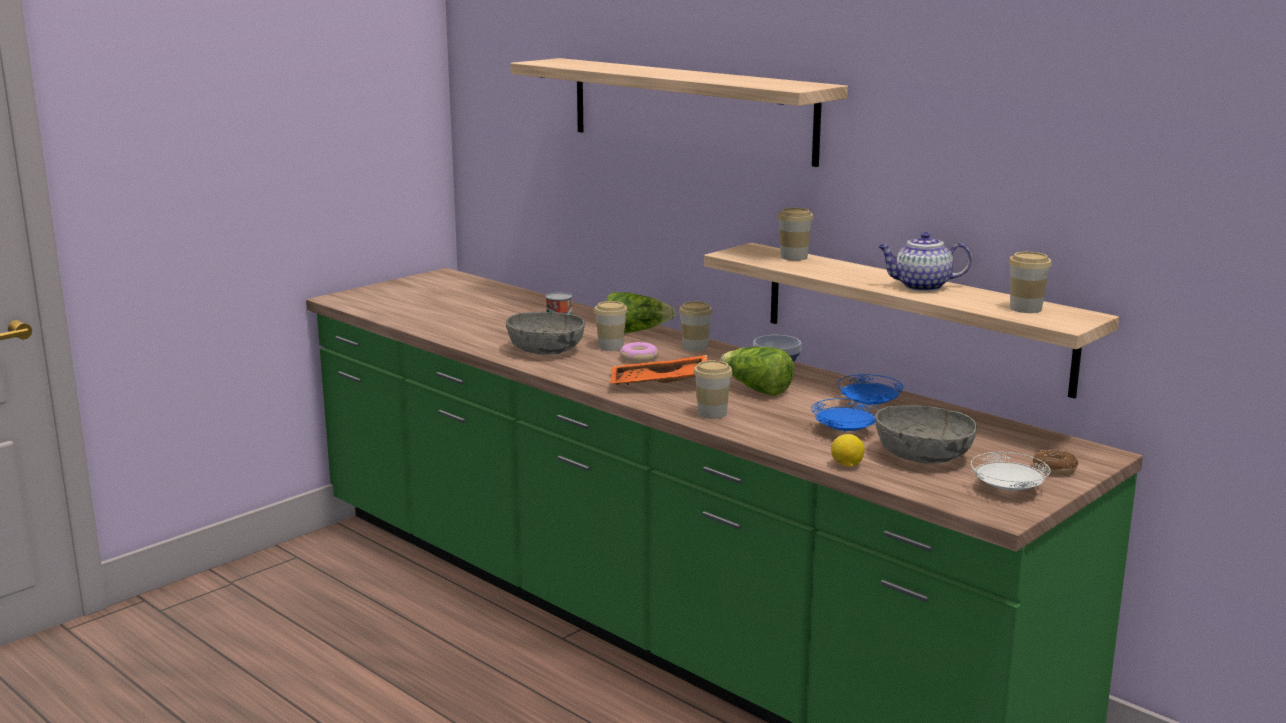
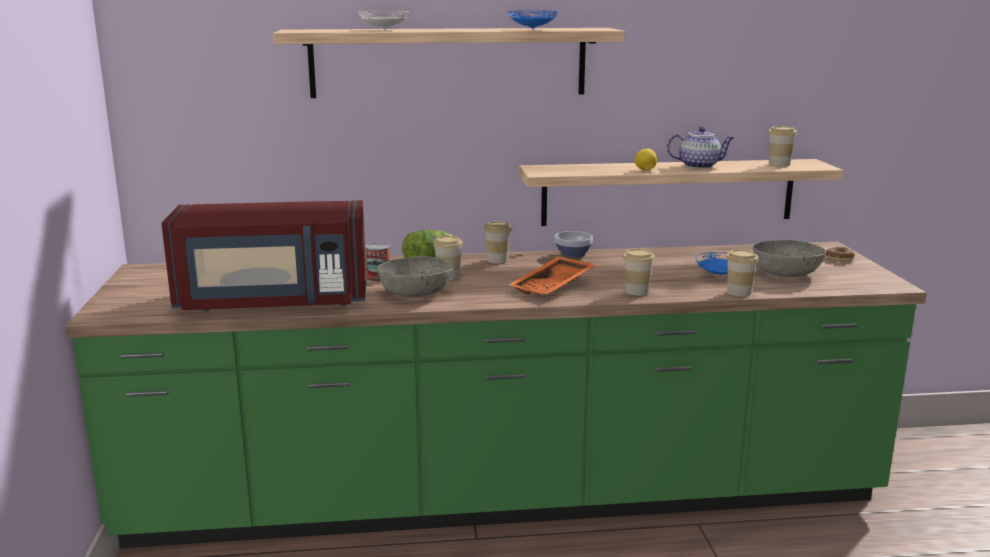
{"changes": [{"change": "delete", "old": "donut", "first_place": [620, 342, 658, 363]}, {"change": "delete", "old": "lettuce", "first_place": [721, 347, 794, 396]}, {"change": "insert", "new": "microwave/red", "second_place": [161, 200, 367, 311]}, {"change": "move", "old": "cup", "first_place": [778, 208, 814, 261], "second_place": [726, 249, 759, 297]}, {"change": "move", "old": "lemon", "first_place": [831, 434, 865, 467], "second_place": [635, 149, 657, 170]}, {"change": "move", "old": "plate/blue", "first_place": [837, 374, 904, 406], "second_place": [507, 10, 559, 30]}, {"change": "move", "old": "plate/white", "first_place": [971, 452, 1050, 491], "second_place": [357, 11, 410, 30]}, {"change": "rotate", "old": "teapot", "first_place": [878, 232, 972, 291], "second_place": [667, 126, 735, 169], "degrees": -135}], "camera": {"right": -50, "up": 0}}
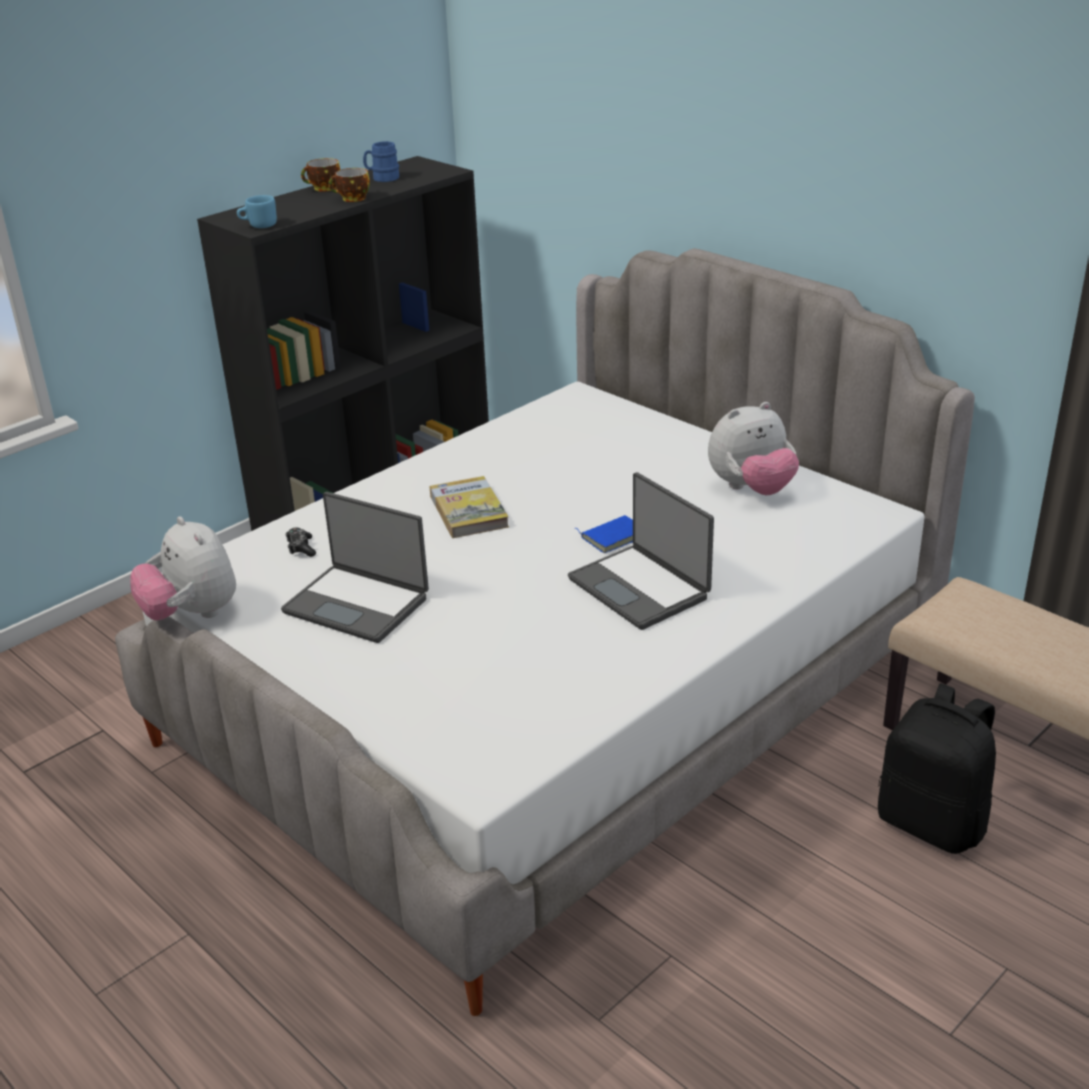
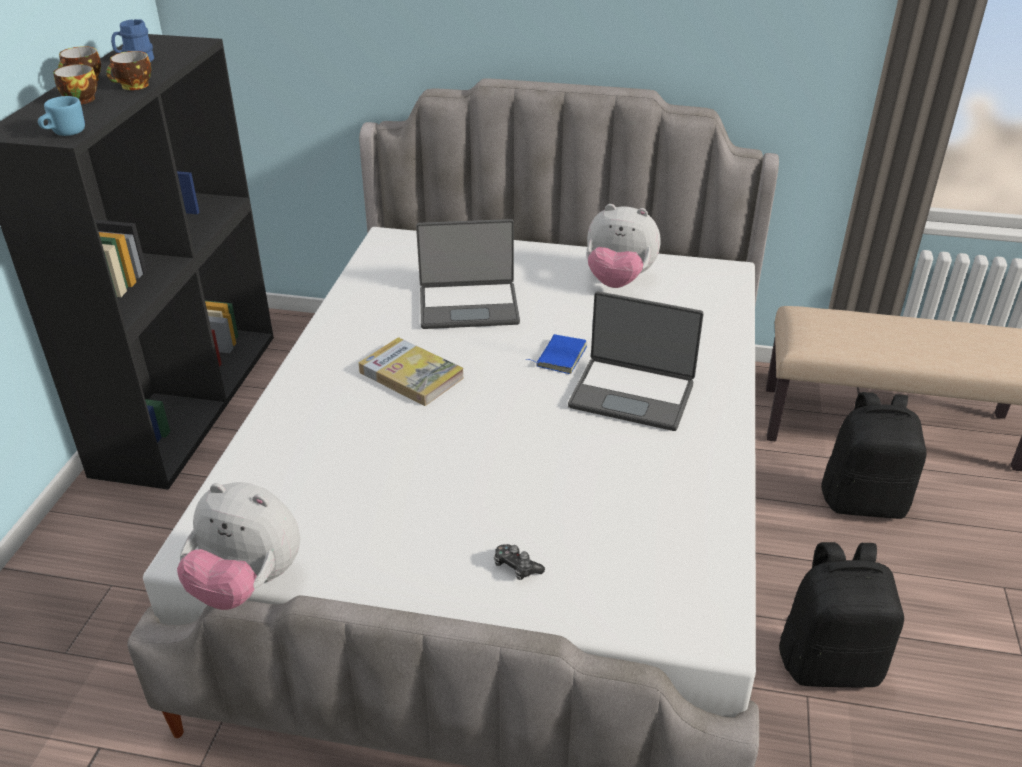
{"changes": [{"change": "insert", "new": "cup", "second_place": [53, 64, 98, 104]}, {"change": "insert", "new": "backpack/black", "second_place": [779, 542, 904, 688]}, {"change": "move", "old": "laptop", "first_place": [281, 492, 429, 643], "second_place": [416, 219, 520, 329]}, {"change": "move", "old": "game controller", "first_place": [285, 528, 316, 557], "second_place": [494, 544, 545, 580]}, {"change": "rotate", "old": "plush toy", "first_place": [708, 402, 799, 495], "second_place": [587, 204, 660, 288], "degrees": 75}], "camera": {"right": -35, "up": 5}}
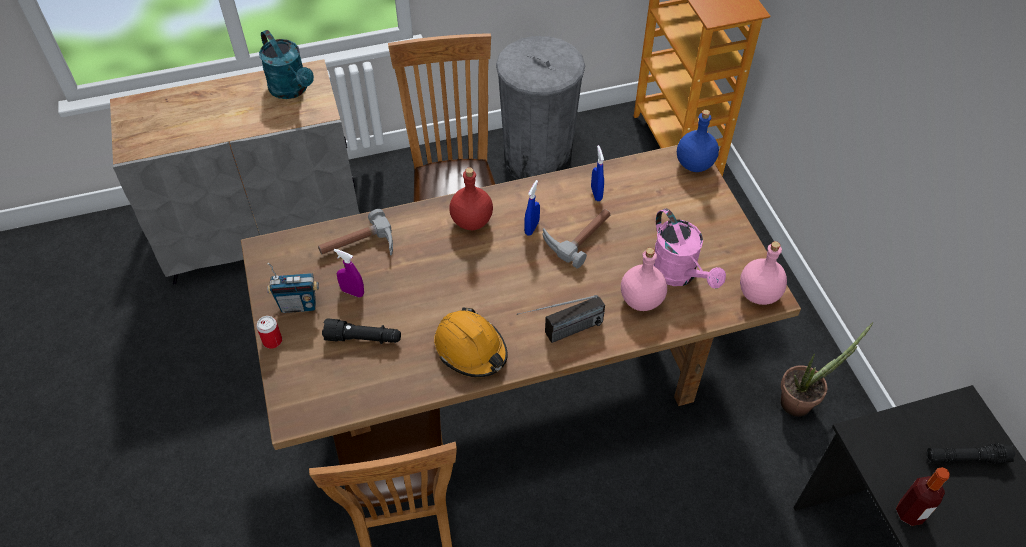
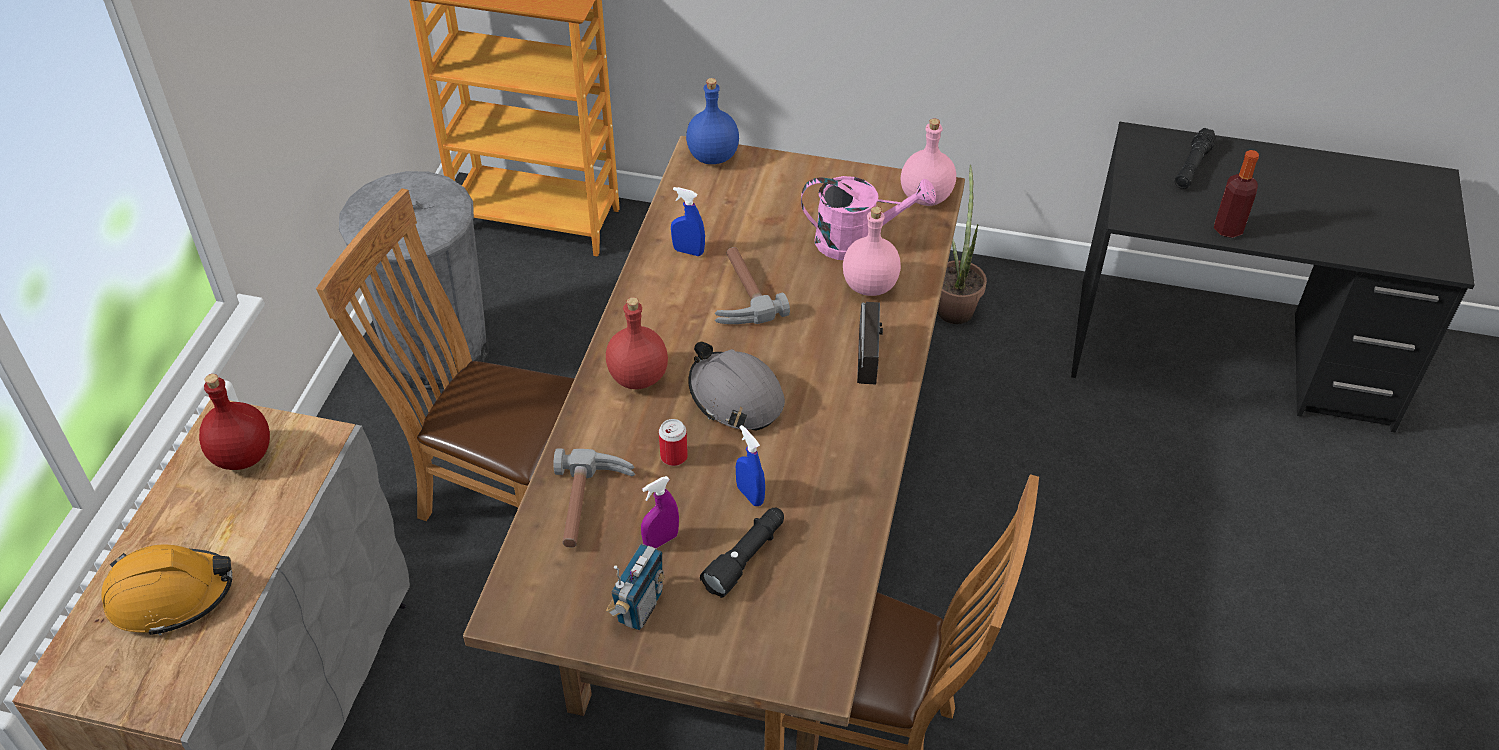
{"changes": [{"change": "insert", "new": "hard hat/grey", "second_place": [688, 341, 785, 431]}, {"change": "move", "old": "can", "first_place": [256, 316, 282, 349], "second_place": [659, 419, 688, 466]}, {"change": "move", "old": "hard hat/orange", "first_place": [434, 307, 508, 377], "second_place": [101, 545, 233, 636]}, {"change": "move", "old": "spray bottle/blue", "first_place": [524, 180, 540, 235], "second_place": [736, 425, 765, 506]}, {"change": "replace", "old": "watering can/turquoise", "new": "bottle/red", "first_place": [259, 30, 314, 99], "second_place": [199, 374, 270, 470]}], "camera": {"right": -60, "up": -5}}
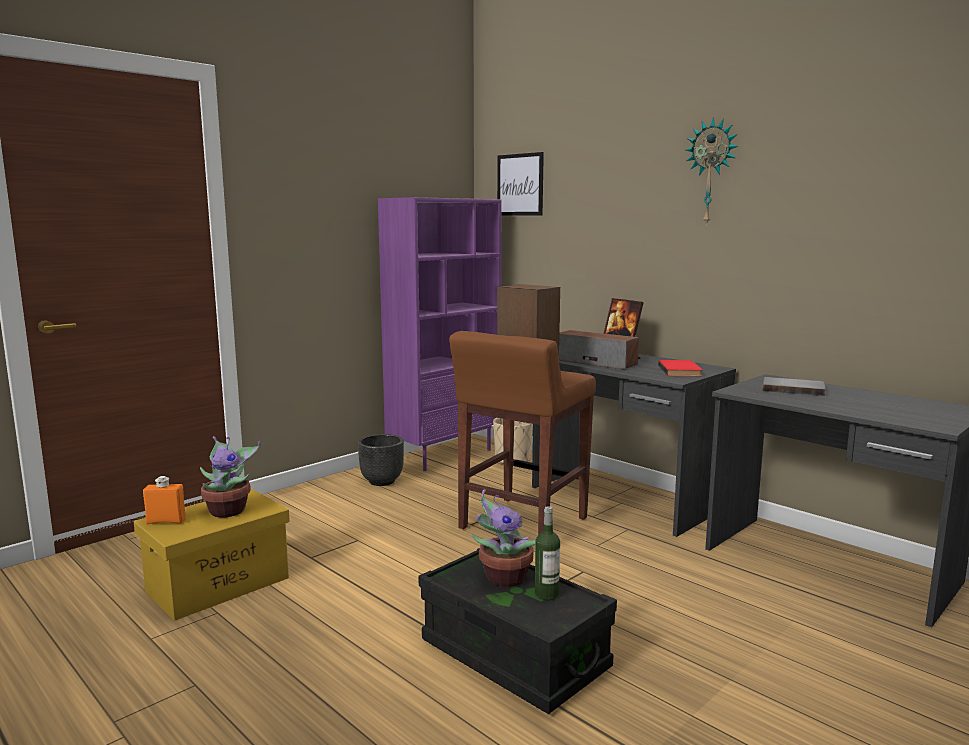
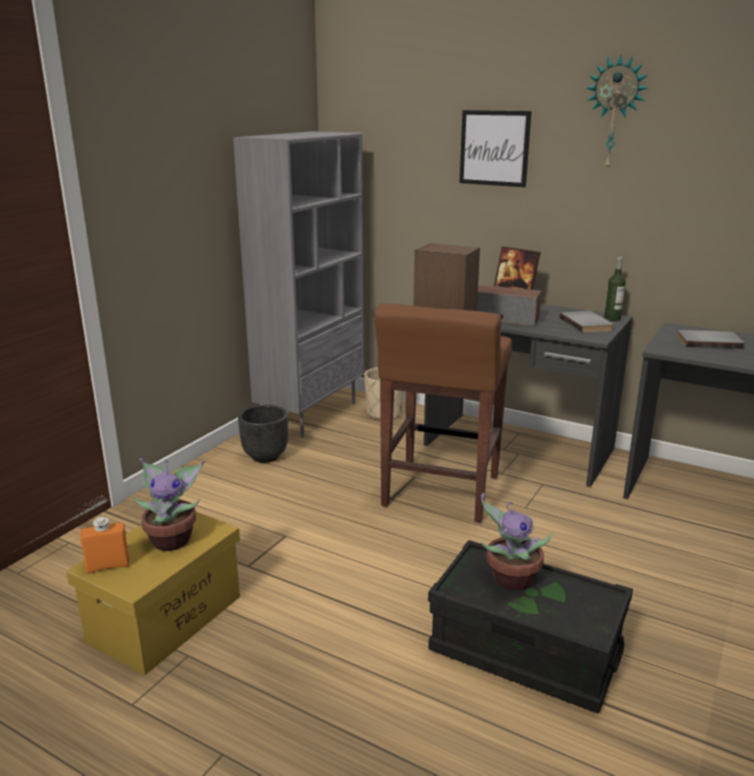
{"changes": [{"change": "move", "old": "picture", "first_place": [497, 152, 544, 215], "second_place": [459, 110, 532, 187]}, {"change": "move", "old": "bottle", "first_place": [535, 506, 560, 600], "second_place": [604, 257, 626, 321]}, {"change": "recolor", "old": "bookcase/purple", "new": "bookcase/grey", "first_place": [378, 197, 502, 471], "second_place": [233, 131, 364, 438]}, {"change": "recolor", "old": "book/red", "new": "book/grey", "first_place": [658, 360, 702, 376], "second_place": [560, 311, 614, 333]}], "camera": {"right": -15, "up": 10}}
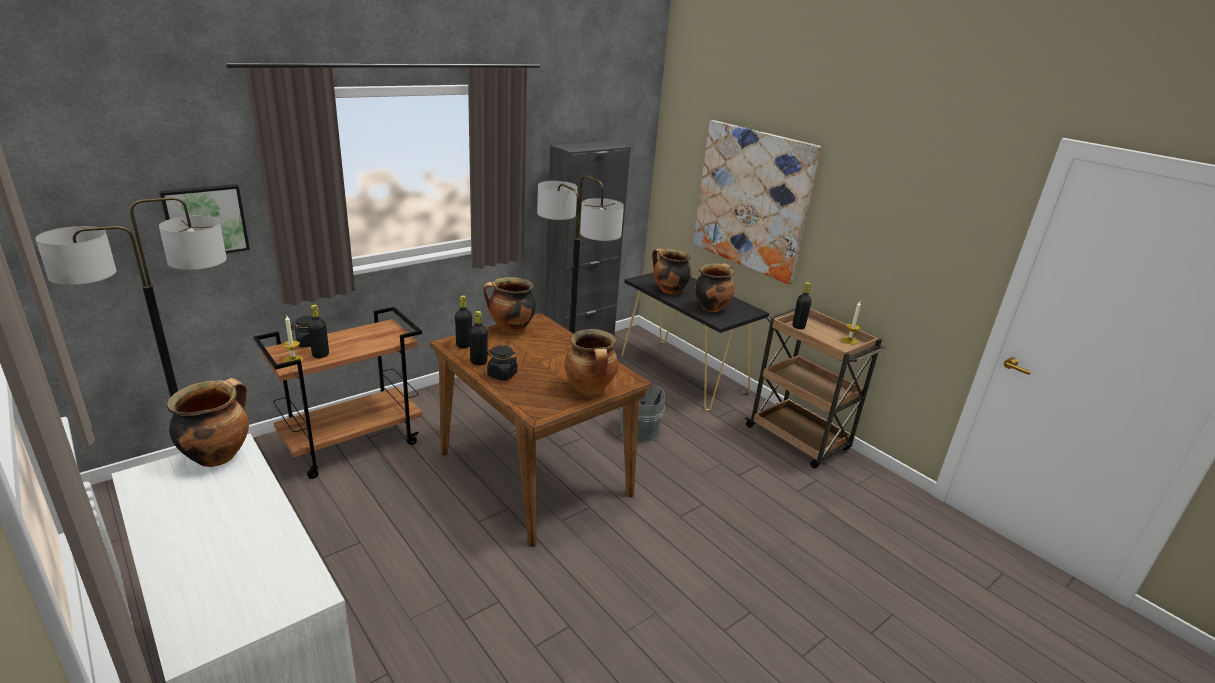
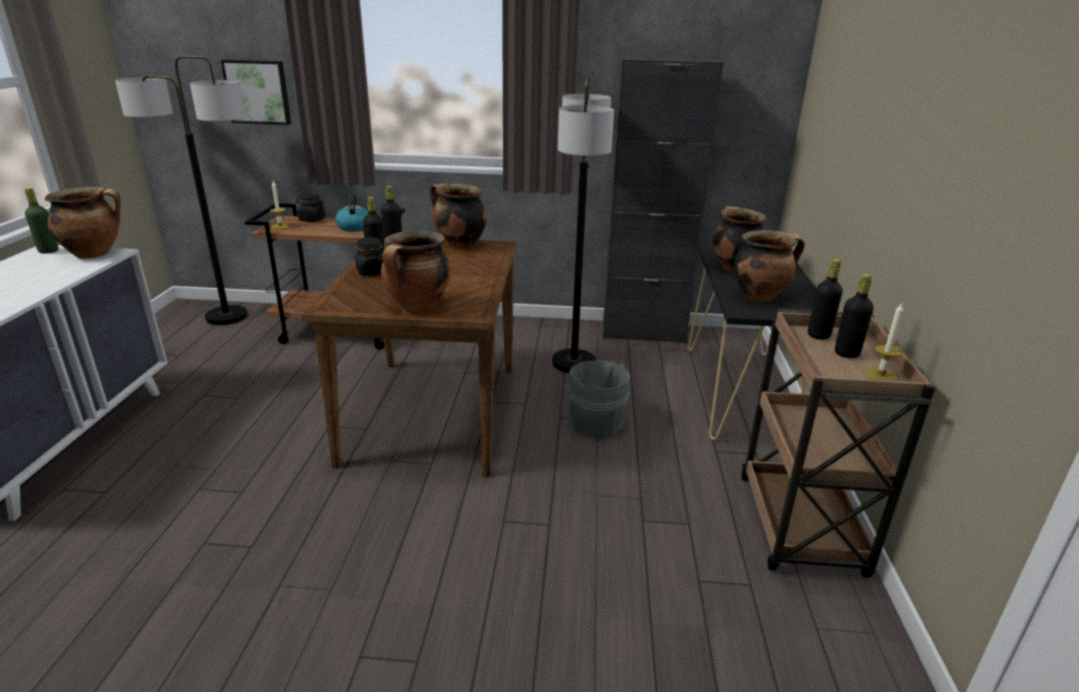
{"changes": [{"change": "delete", "old": "picture", "first_place": [693, 120, 821, 284]}, {"change": "insert", "new": "bottle/green", "second_place": [25, 188, 59, 254]}, {"change": "insert", "new": "kettle", "second_place": [335, 193, 368, 231]}, {"change": "move", "old": "bottle/black", "first_place": [307, 304, 329, 358], "second_place": [835, 274, 874, 358]}], "camera": {"right": 45, "up": 0}}
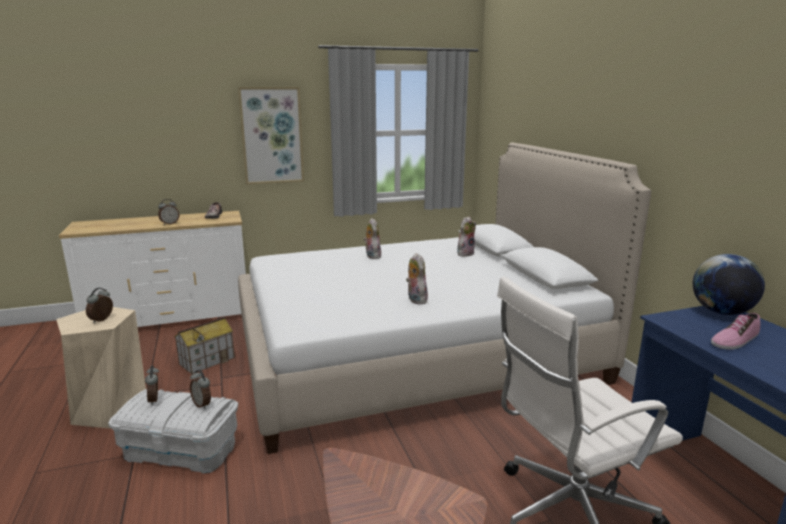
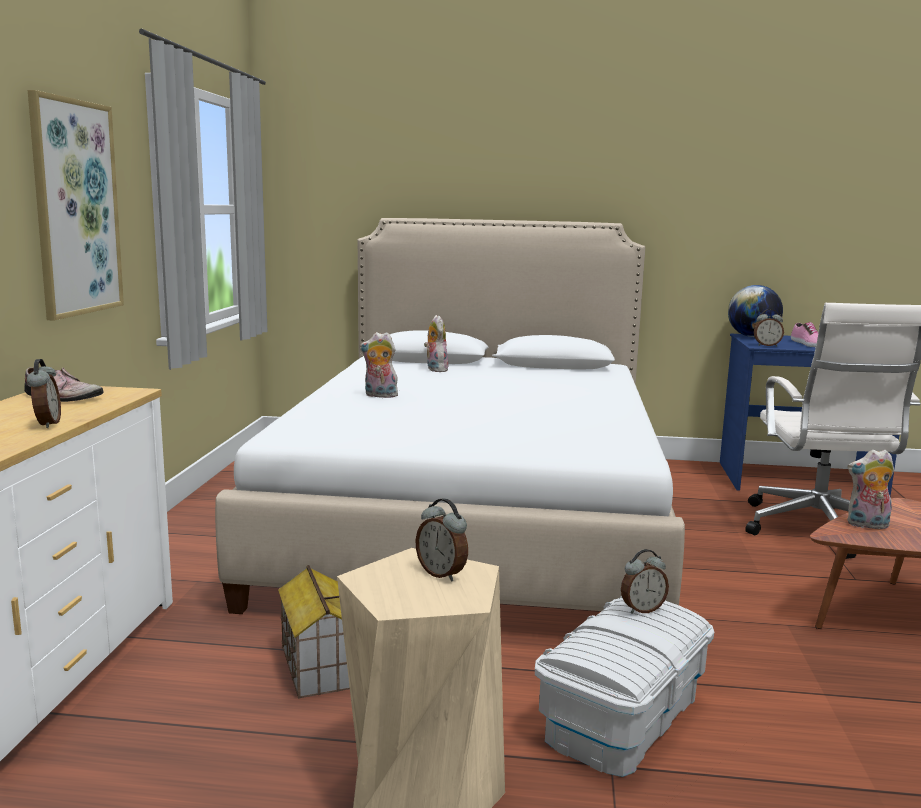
{"changes": [{"change": "move", "old": "alarm clock", "first_place": [145, 366, 159, 405], "second_place": [754, 309, 784, 347]}, {"change": "move", "old": "plush toy", "first_place": [406, 253, 428, 304], "second_place": [847, 449, 894, 529]}], "camera": {"right": -65, "up": -5}}
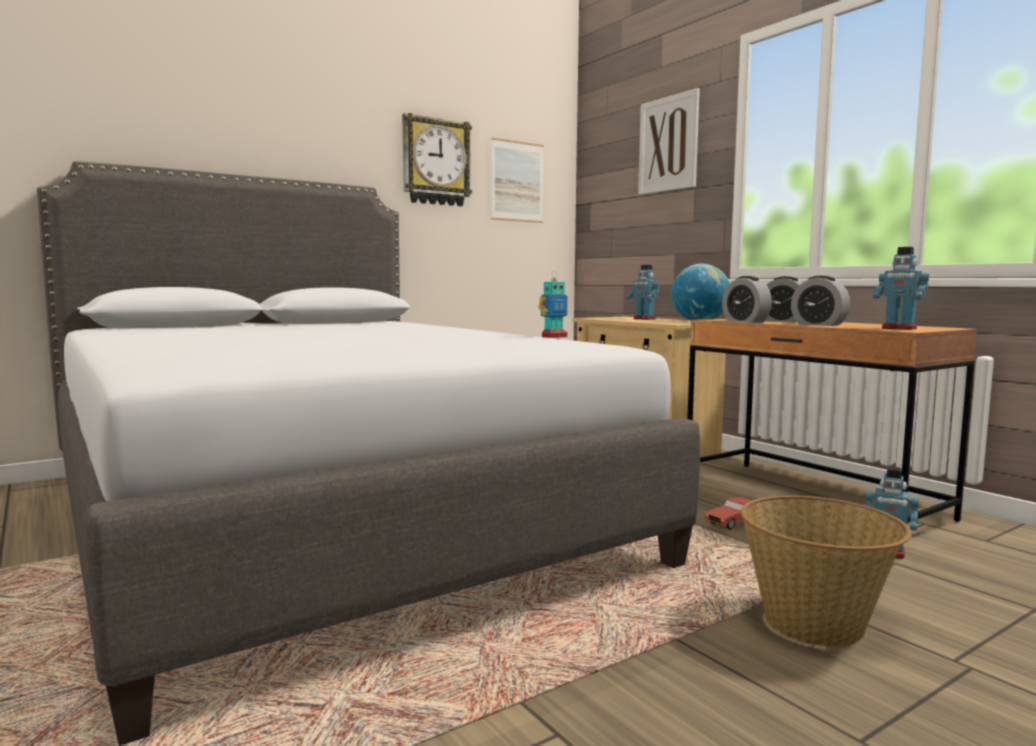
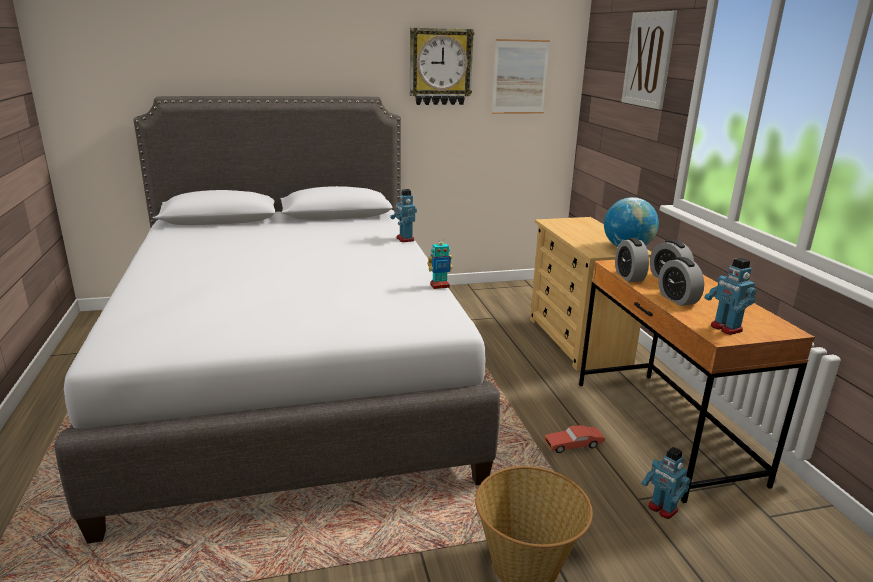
{"changes": [{"change": "move", "old": "toy robot", "first_place": [626, 265, 660, 320], "second_place": [390, 189, 417, 242]}], "camera": {"right": 20, "up": 15}}
